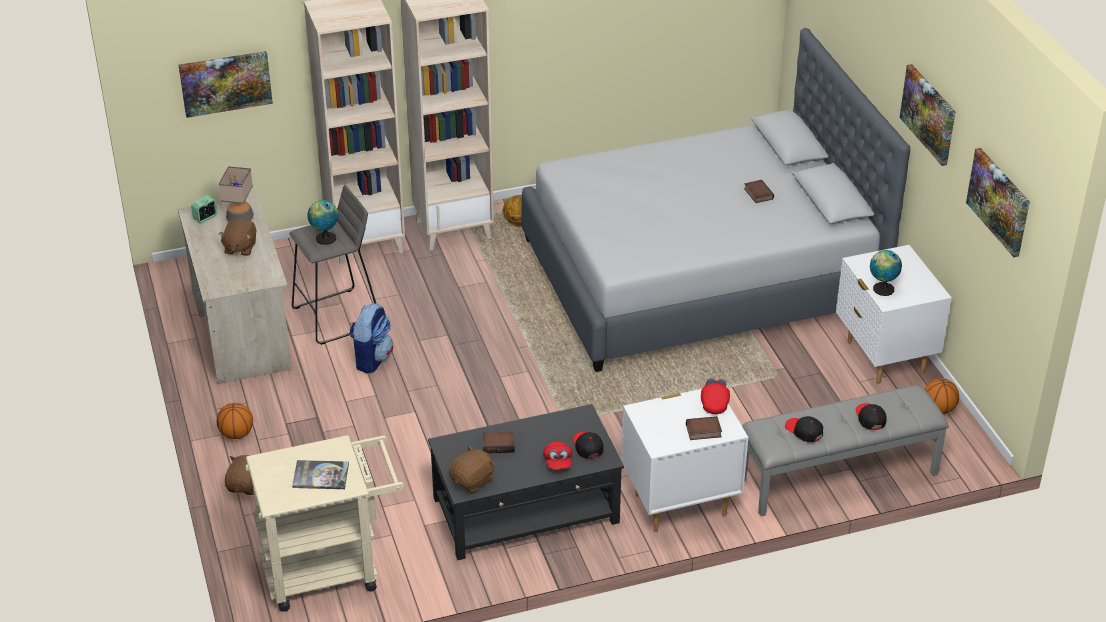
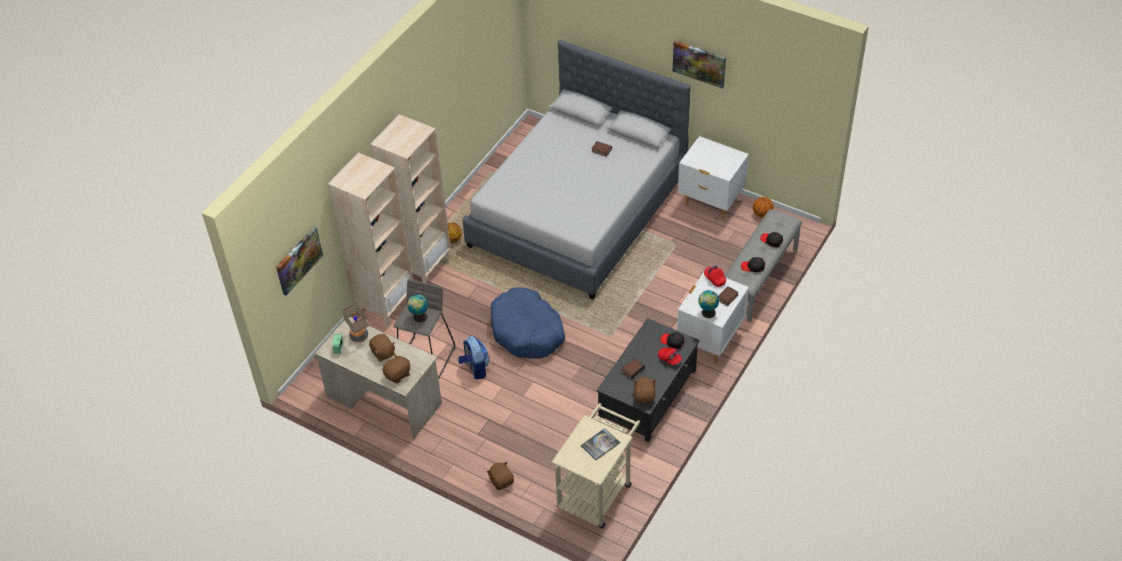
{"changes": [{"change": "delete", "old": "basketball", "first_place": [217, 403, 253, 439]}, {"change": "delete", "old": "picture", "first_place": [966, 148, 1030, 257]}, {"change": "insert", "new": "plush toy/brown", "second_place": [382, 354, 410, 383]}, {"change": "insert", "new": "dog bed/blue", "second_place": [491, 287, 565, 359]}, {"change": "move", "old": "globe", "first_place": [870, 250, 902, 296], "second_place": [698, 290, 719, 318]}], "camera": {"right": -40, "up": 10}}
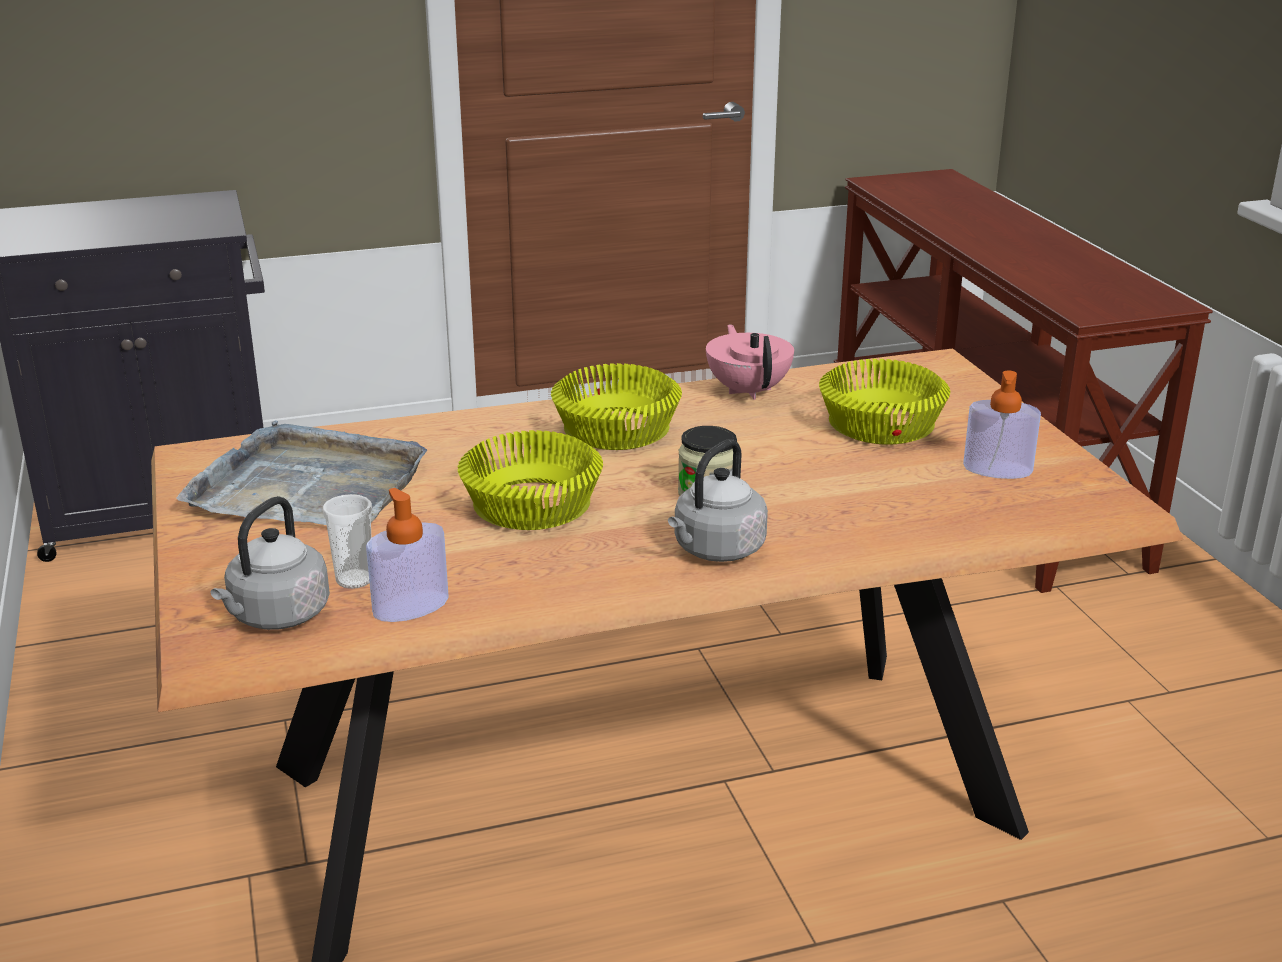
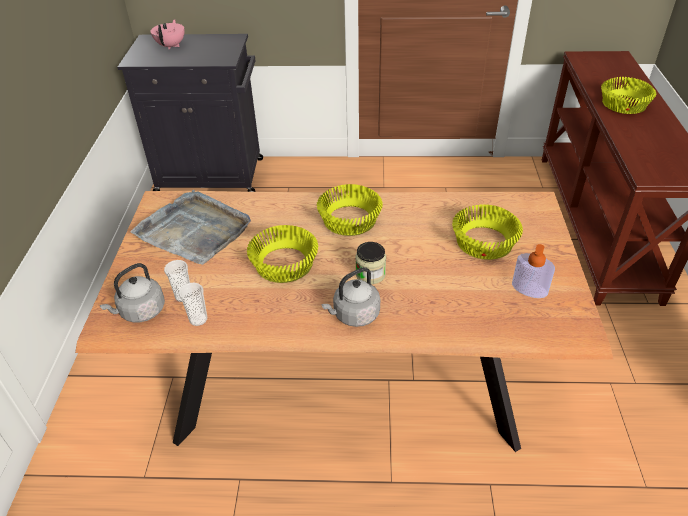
{"changes": [{"change": "insert", "new": "bowl/yellow", "second_place": [601, 77, 656, 114]}, {"change": "move", "old": "teapot/pink", "first_place": [706, 324, 794, 400], "second_place": [151, 19, 185, 50]}, {"change": "replace", "old": "soap dispenser", "new": "cup", "first_place": [366, 488, 449, 622], "second_place": [179, 283, 207, 326]}], "camera": {"right": 20, "up": 15}}
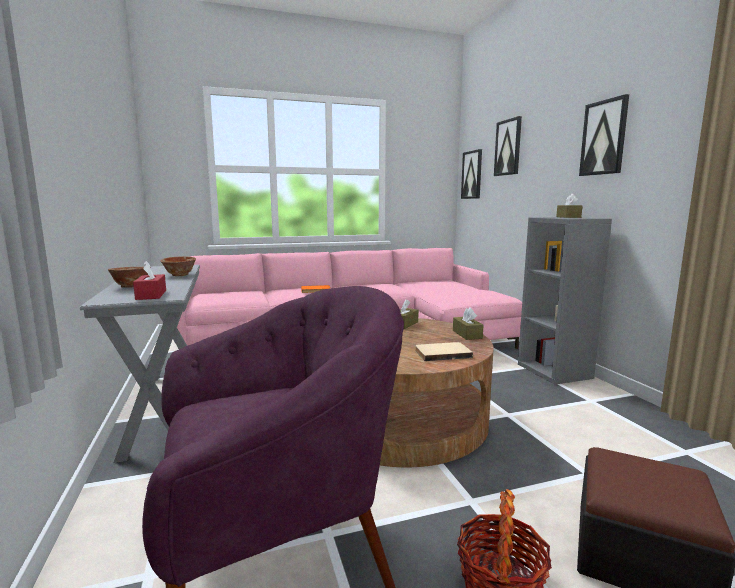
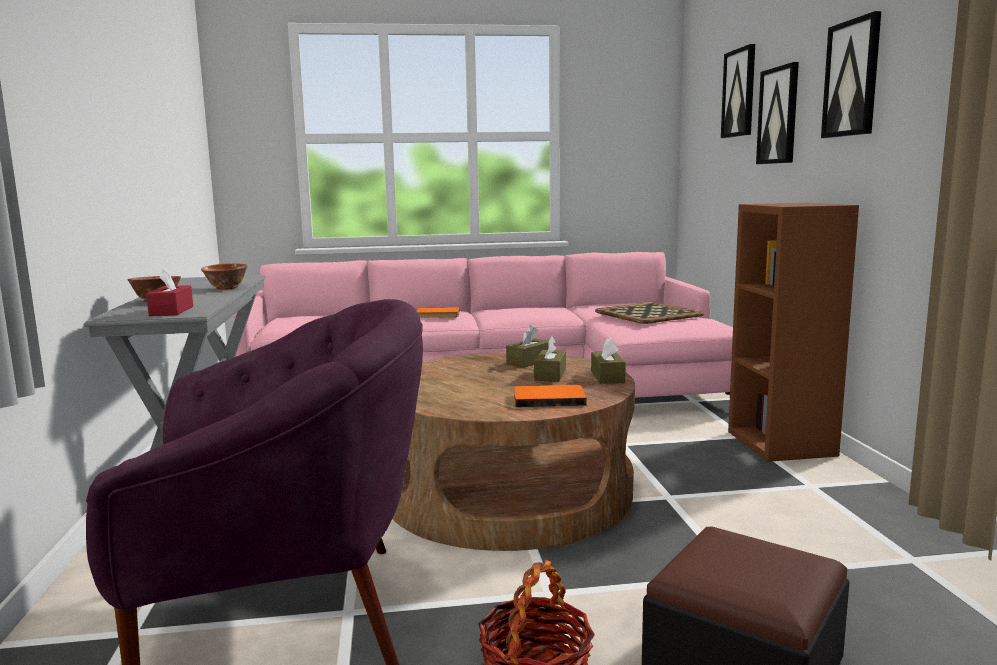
{"changes": [{"change": "insert", "new": "tray", "second_place": [595, 302, 704, 324]}, {"change": "move", "old": "picture", "first_place": [461, 149, 482, 199], "second_place": [756, 62, 799, 164]}, {"change": "move", "old": "tissue box/brown", "first_place": [556, 194, 583, 218], "second_place": [534, 336, 566, 382]}, {"change": "recolor", "old": "book/beige", "new": "book/orange", "first_place": [415, 342, 473, 361], "second_place": [514, 385, 587, 407]}, {"change": "recolor", "old": "bookcase/grey", "new": "bookcase/brown", "first_place": [518, 217, 612, 385], "second_place": [728, 203, 859, 462]}], "camera": {"right": 10, "up": 0}}
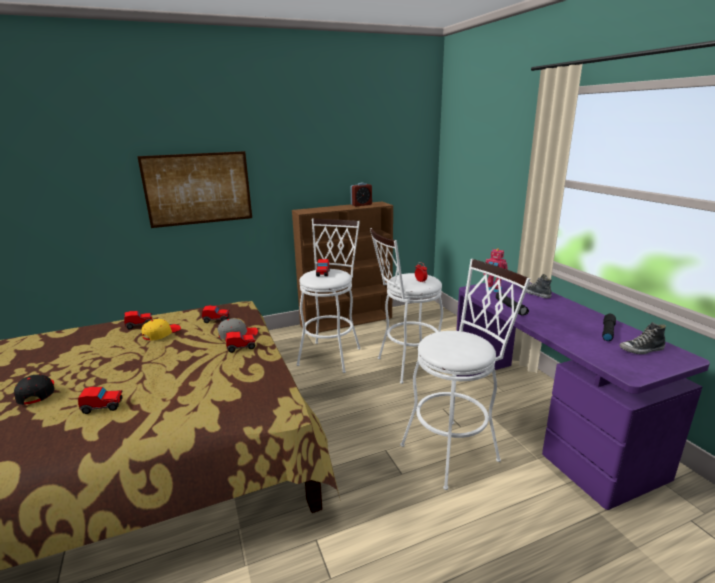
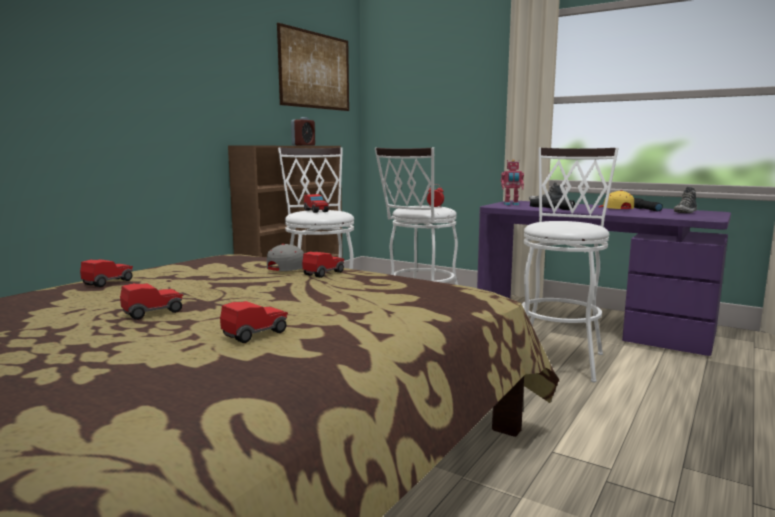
{"changes": [{"change": "delete", "old": "cap/black", "first_place": [14, 374, 54, 405]}, {"change": "move", "old": "picture", "first_place": [137, 151, 252, 228], "second_place": [277, 23, 349, 111]}, {"change": "move", "old": "cap/yellow", "first_place": [142, 319, 181, 341], "second_place": [599, 190, 634, 209]}, {"change": "move", "old": "toy car", "first_place": [202, 305, 230, 323], "second_place": [120, 283, 183, 320]}], "camera": {"right": -35, "up": -10}}
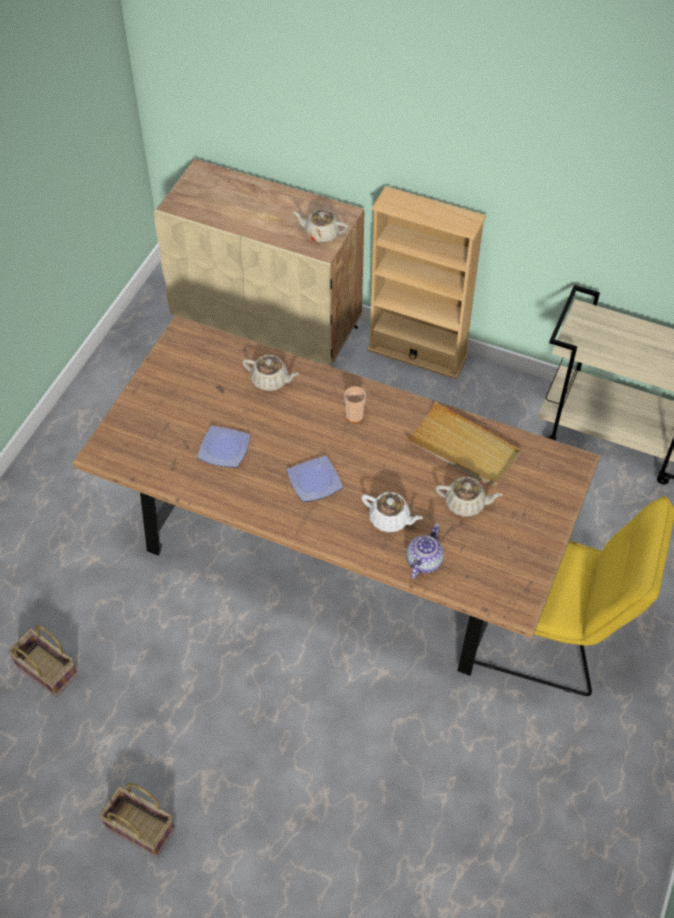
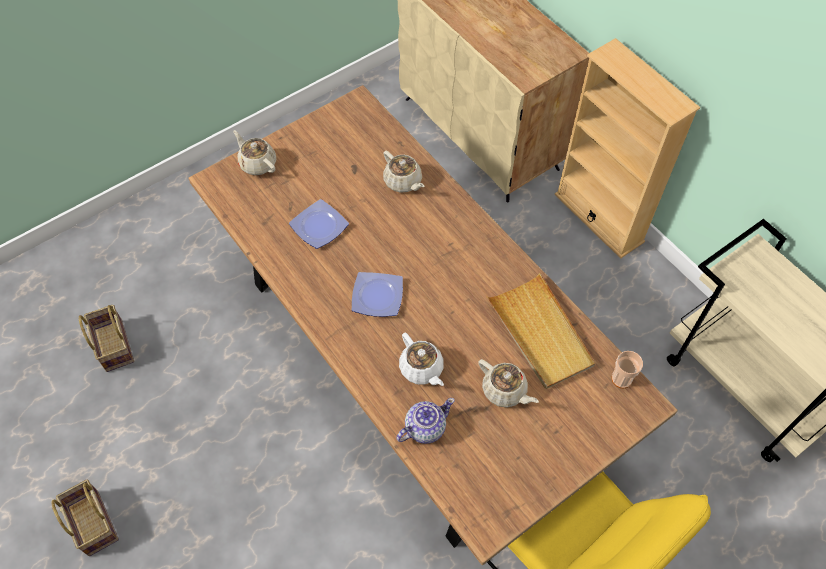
{"changes": [{"change": "move", "old": "teapot/beige", "first_place": [293, 209, 348, 243], "second_place": [233, 130, 276, 175]}, {"change": "move", "old": "cup", "first_place": [344, 386, 366, 423], "second_place": [612, 351, 643, 388]}], "camera": {"right": 30, "up": 5}}
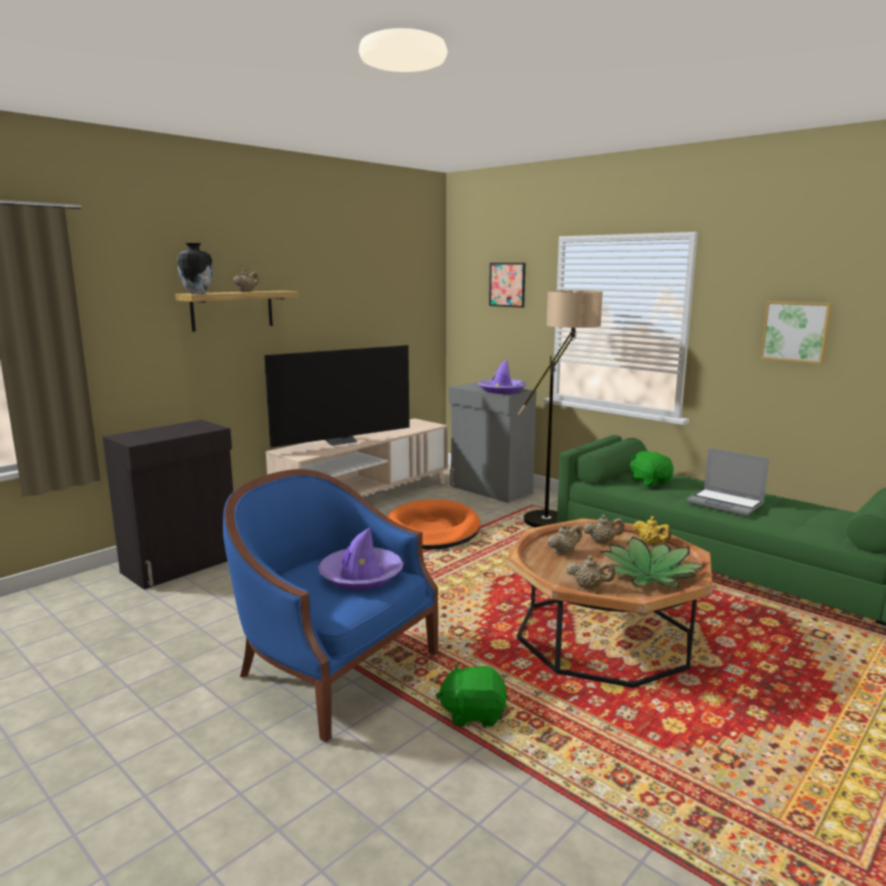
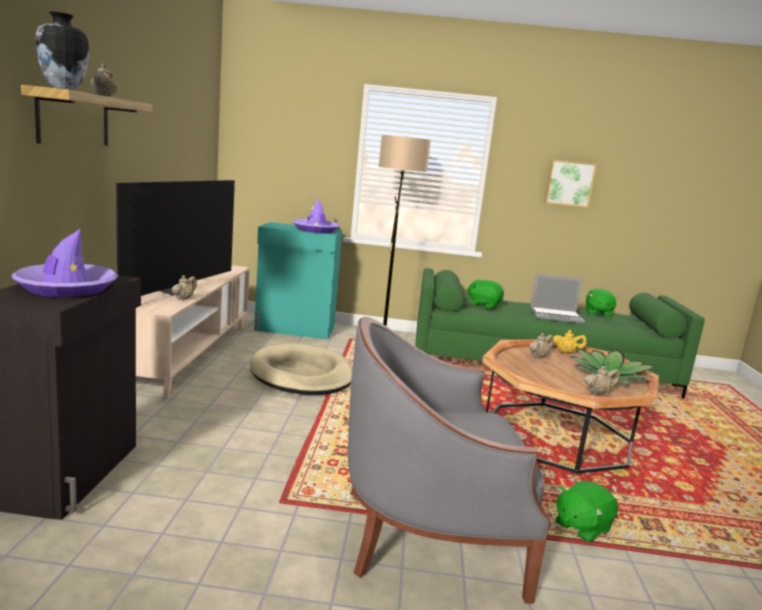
{"changes": [{"change": "delete", "old": "picture", "first_place": [489, 263, 525, 308]}, {"change": "insert", "new": "plush toy/green", "second_place": [586, 288, 619, 318]}, {"change": "move", "old": "hat/purple", "first_place": [318, 527, 404, 590], "second_place": [11, 229, 118, 297]}, {"change": "move", "old": "teapot/beige", "first_place": [547, 524, 582, 555], "second_place": [172, 275, 197, 300]}, {"change": "recolor", "old": "armchair/blue", "new": "armchair/grey", "first_place": [223, 469, 438, 742], "second_place": [348, 317, 550, 604]}, {"change": "recolor", "old": "dog bed/orange", "new": "dog bed/beige", "first_place": [387, 500, 480, 549], "second_place": [250, 343, 353, 395]}, {"change": "recolor", "old": "cabinet/grey", "new": "cabinet/turquoise", "first_place": [449, 382, 536, 503], "second_place": [254, 222, 343, 340]}], "camera": {"right": -40, "up": 0}}
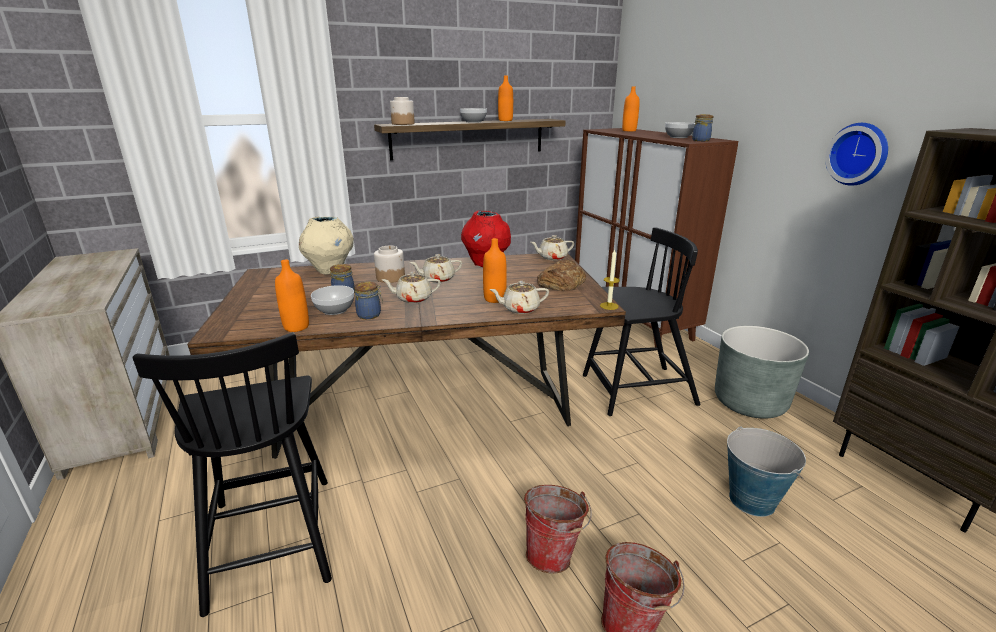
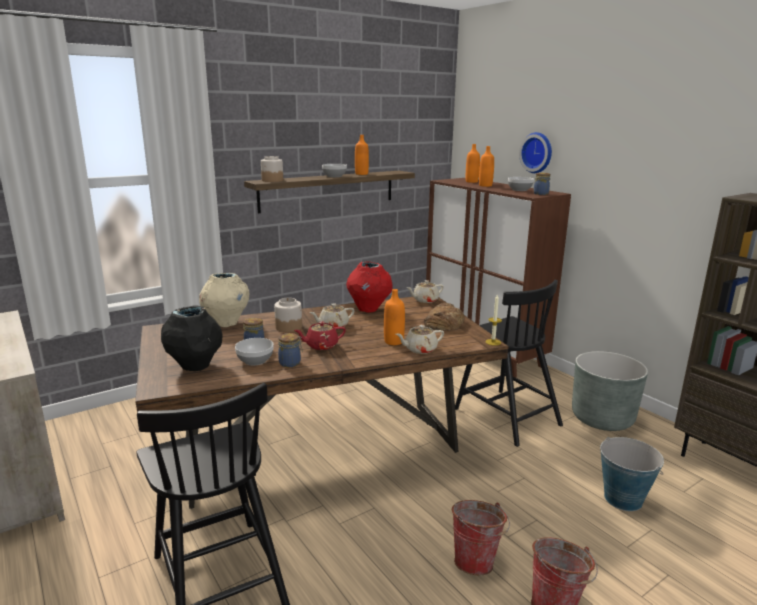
{"changes": [{"change": "insert", "new": "vase/black", "second_place": [161, 305, 223, 371]}, {"change": "move", "old": "bottle/orange", "first_place": [275, 259, 309, 332], "second_place": [479, 146, 494, 187]}, {"change": "move", "old": "wall clock", "first_place": [825, 123, 888, 186], "second_place": [519, 132, 552, 173]}, {"change": "recolor", "old": "teapot/beige", "new": "teapot/red", "first_place": [382, 272, 441, 303], "second_place": [294, 321, 346, 350]}, {"change": "rotate", "old": "chair/black", "first_place": [583, 227, 700, 416], "second_place": [455, 280, 563, 447], "degrees": 75}], "camera": {"right": -10, "up": -5}}
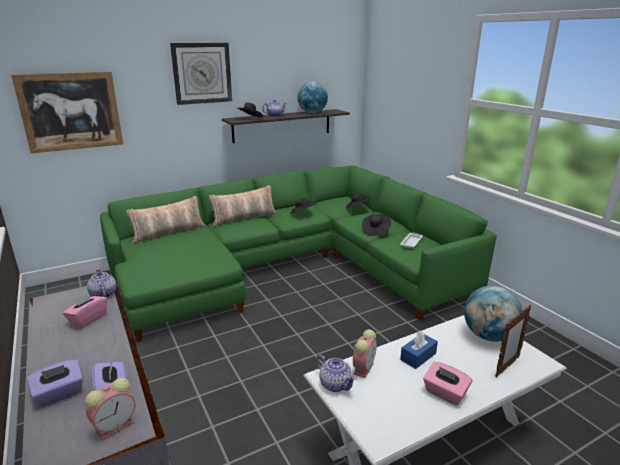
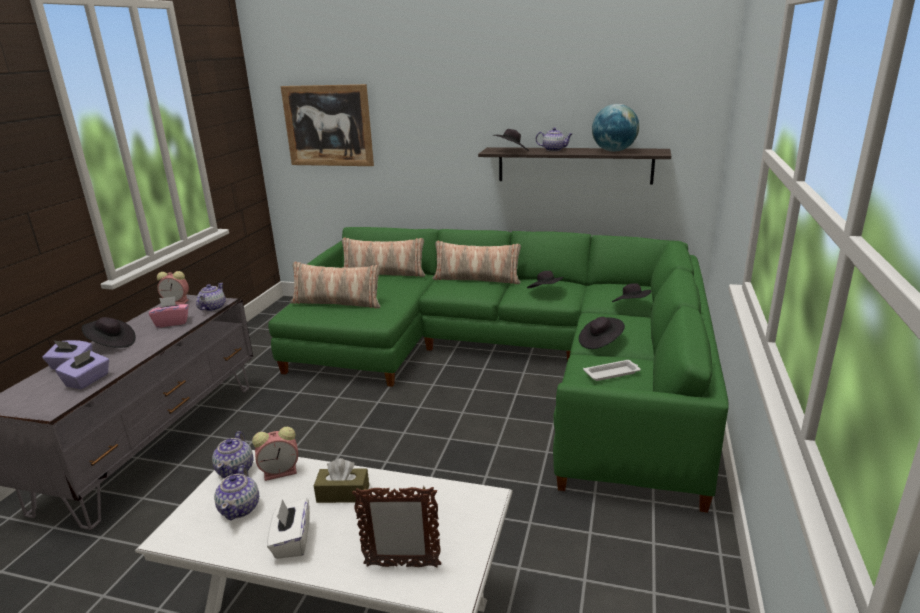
{"changes": [{"change": "delete", "old": "wall clock", "first_place": [170, 43, 232, 105]}, {"change": "delete", "old": "globe", "first_place": [464, 286, 523, 342]}, {"change": "insert", "new": "hat/black", "second_place": [81, 317, 136, 348]}, {"change": "insert", "new": "teapot", "second_place": [214, 465, 259, 520]}, {"change": "insert", "new": "pillow", "second_place": [290, 262, 381, 308]}, {"change": "move", "old": "alarm clock", "first_place": [85, 378, 136, 441], "second_place": [157, 271, 189, 305]}, {"change": "recolor", "old": "tissue box/blue", "new": "tissue box/brown", "first_place": [400, 330, 438, 369], "second_place": [314, 458, 369, 503]}, {"change": "recolor", "old": "tissue box/pink", "new": "tissue box/white", "first_place": [423, 362, 472, 405], "second_place": [267, 498, 309, 559]}], "camera": {"right": 45, "up": 0}}
